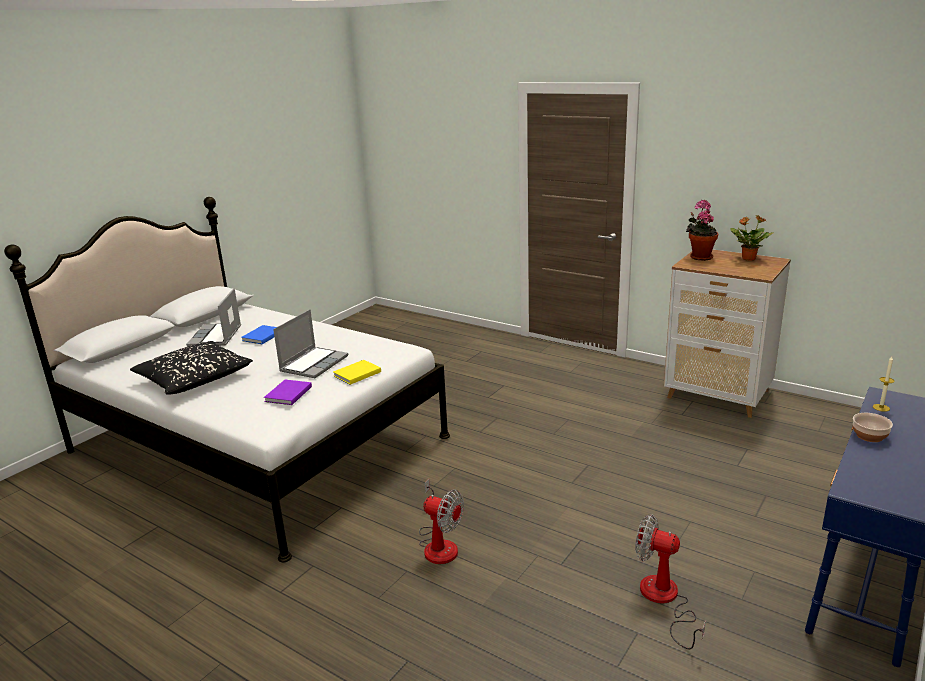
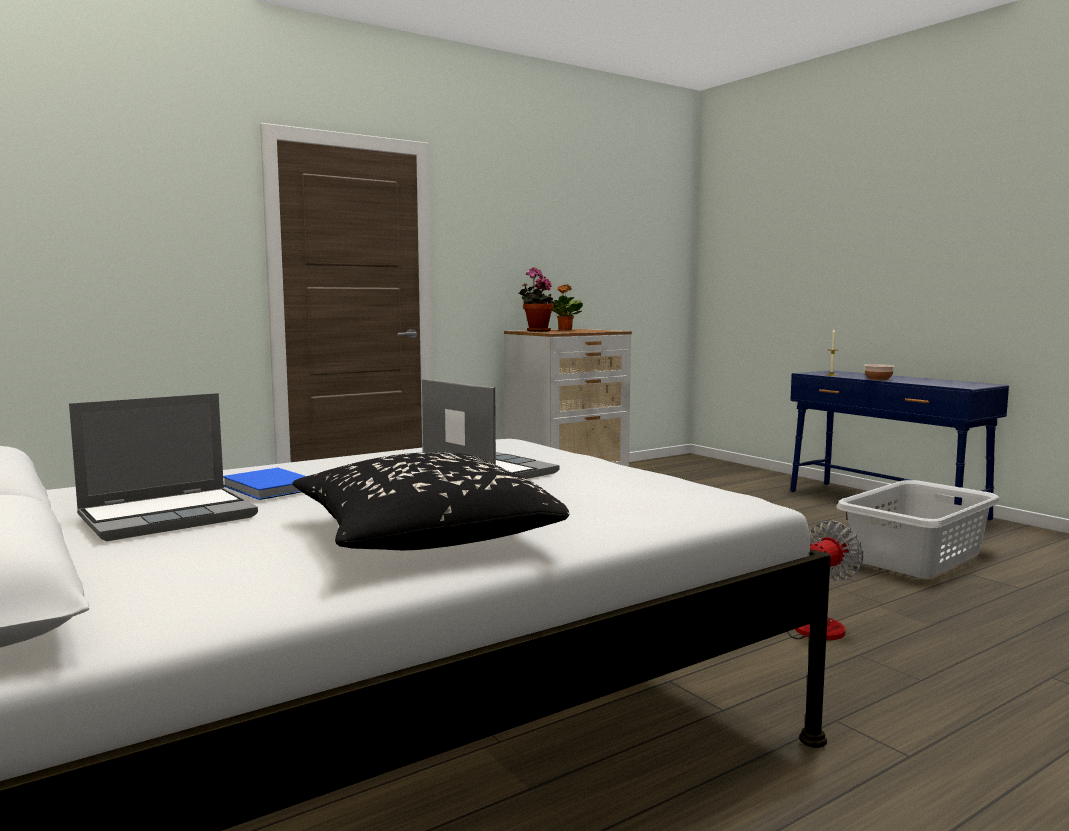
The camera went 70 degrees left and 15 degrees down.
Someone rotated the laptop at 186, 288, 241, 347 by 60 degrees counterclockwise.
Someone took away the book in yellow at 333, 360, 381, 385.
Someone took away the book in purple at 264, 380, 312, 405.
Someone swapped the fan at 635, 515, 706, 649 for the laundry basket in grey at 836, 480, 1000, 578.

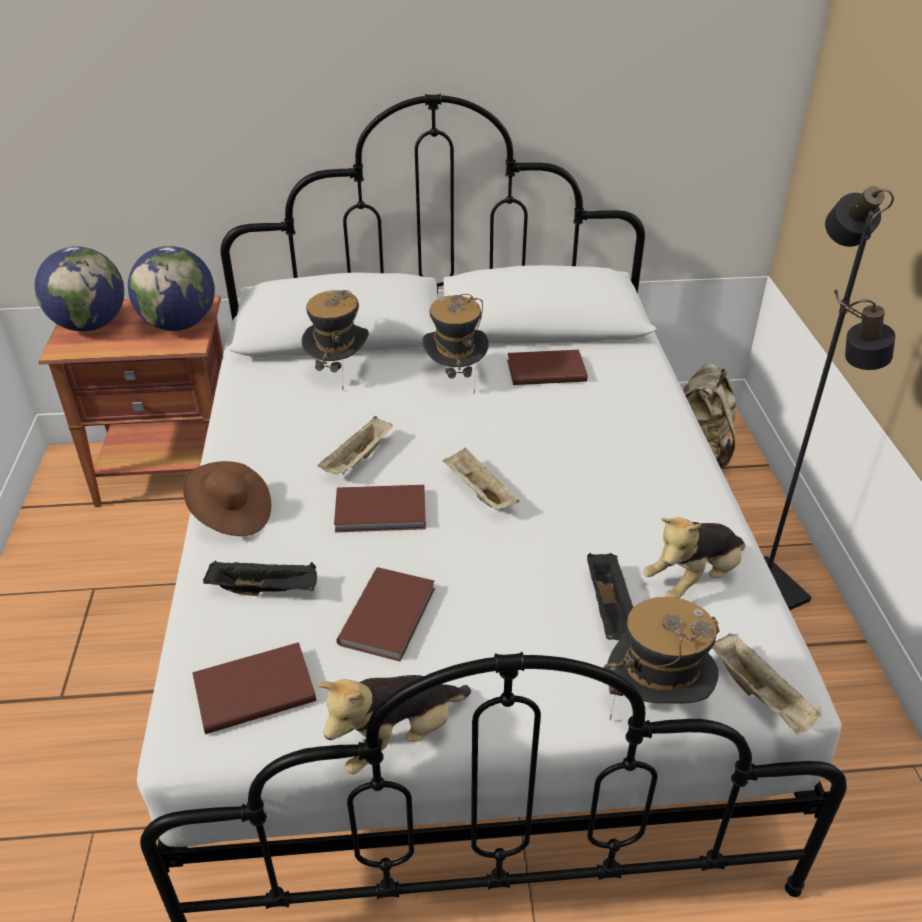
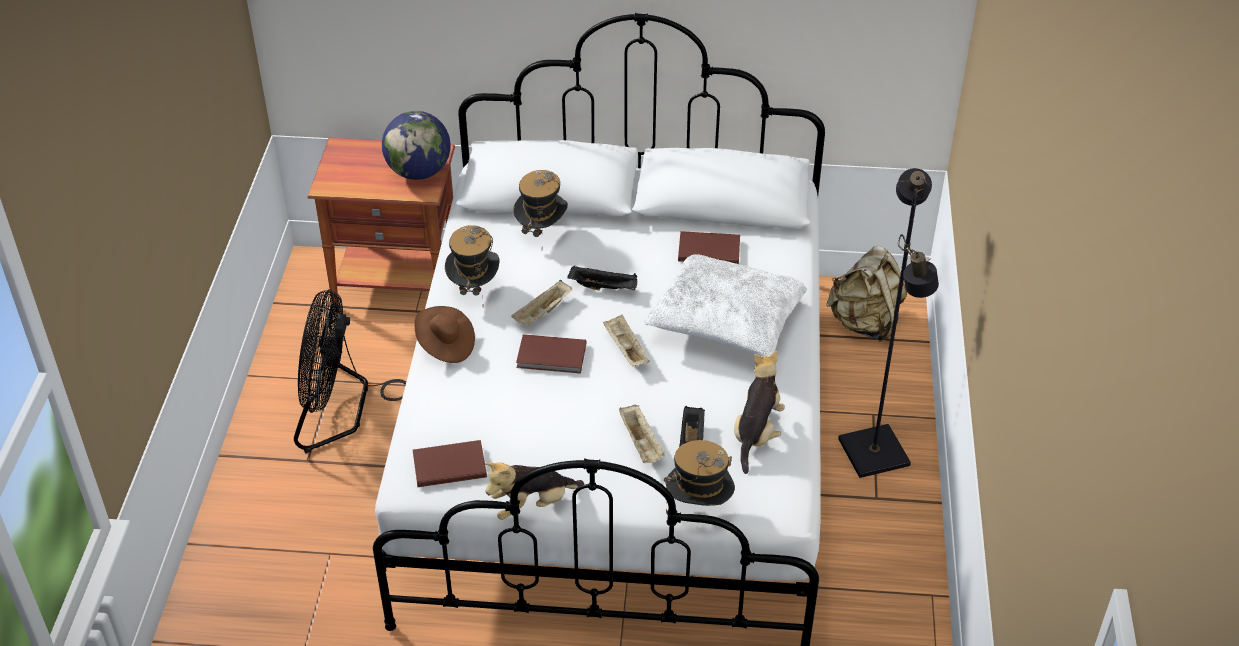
The camera went 10 degrees right and 5 degrees up.
Someone took away the globe at 34, 246, 124, 331.
Someone carried the hat from 422, 294, 489, 393 to 445, 225, 500, 296.
Someone rotated the plush toy at 643, 517, 745, 598 by 135 degrees clockwise.
Someone carried the tray in black from 203, 560, 317, 596 to 567, 266, 638, 290.
Someone took away the book in brown at 336, 567, 435, 662.
Someone carried the tray in beige from 712, 633, 821, 734 to 619, 404, 664, 463.
Someone put down the pillow in white at 644, 254, 807, 356.
Someone put down the fan in black at 294, 289, 406, 454.

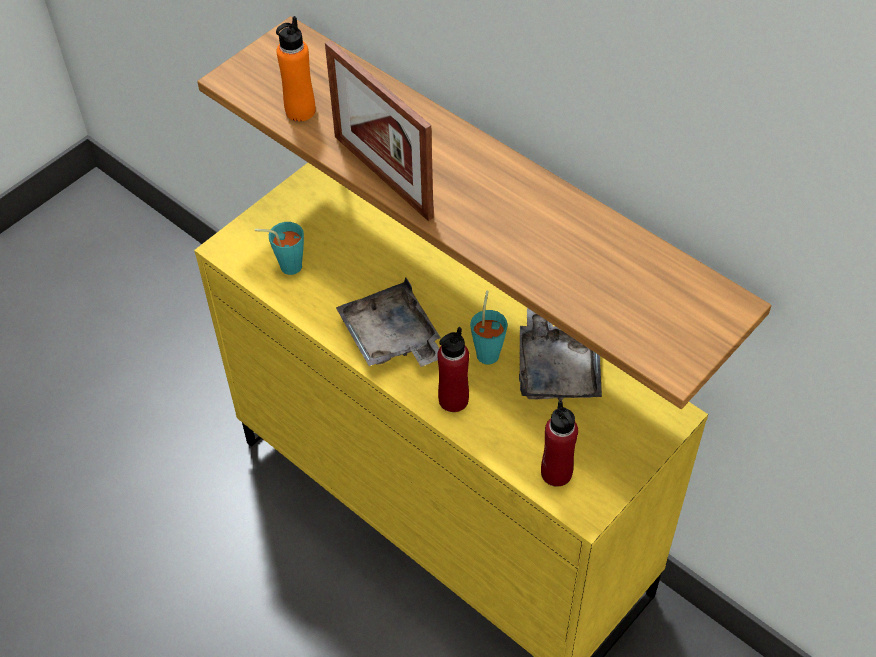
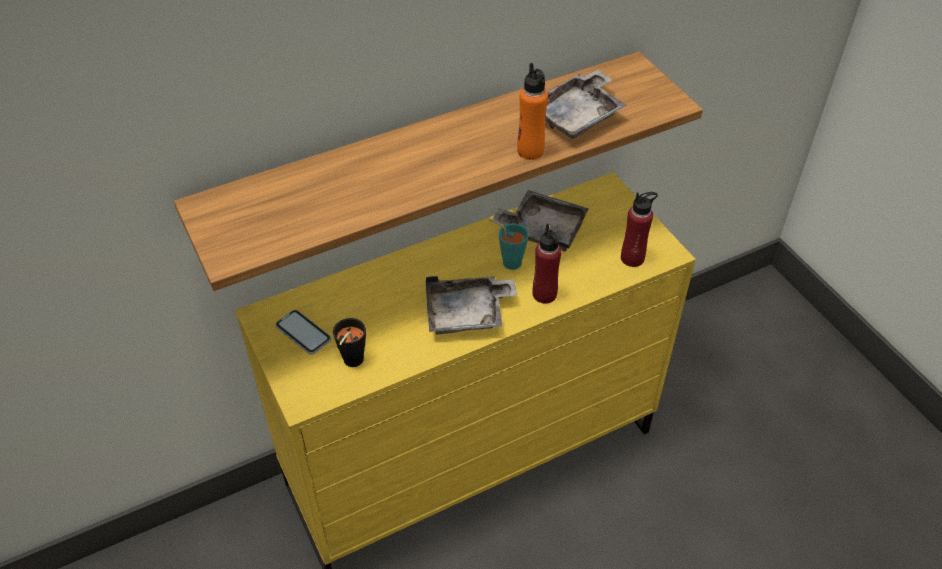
The camera went 70 degrees left and 5 degrees down.
Someone carried the bottle in orange from 276, 16, 315, 121 to 517, 63, 548, 160.
Someone took away the picture frame at 325, 40, 434, 221.
Someone repainted the cup in turquoise at 255, 222, 304, 275, which became the cup in black at 333, 318, 366, 367.
Someone put down the tray in grey at 545, 70, 627, 139.
Someone put down the phone at 275, 310, 331, 355.

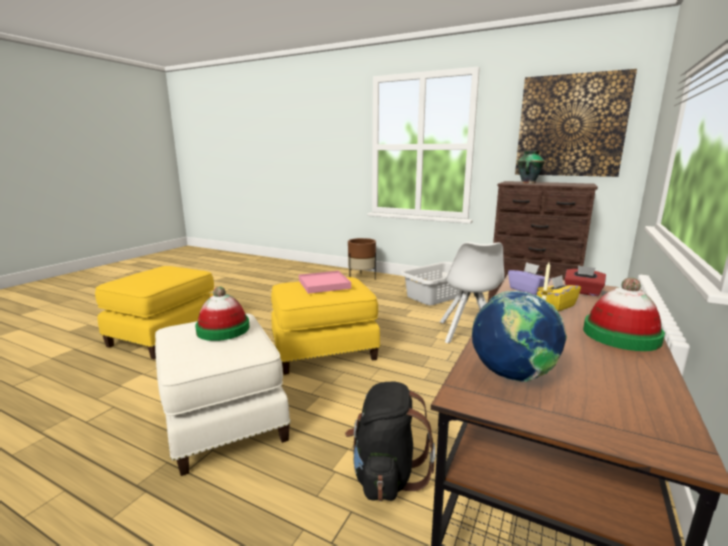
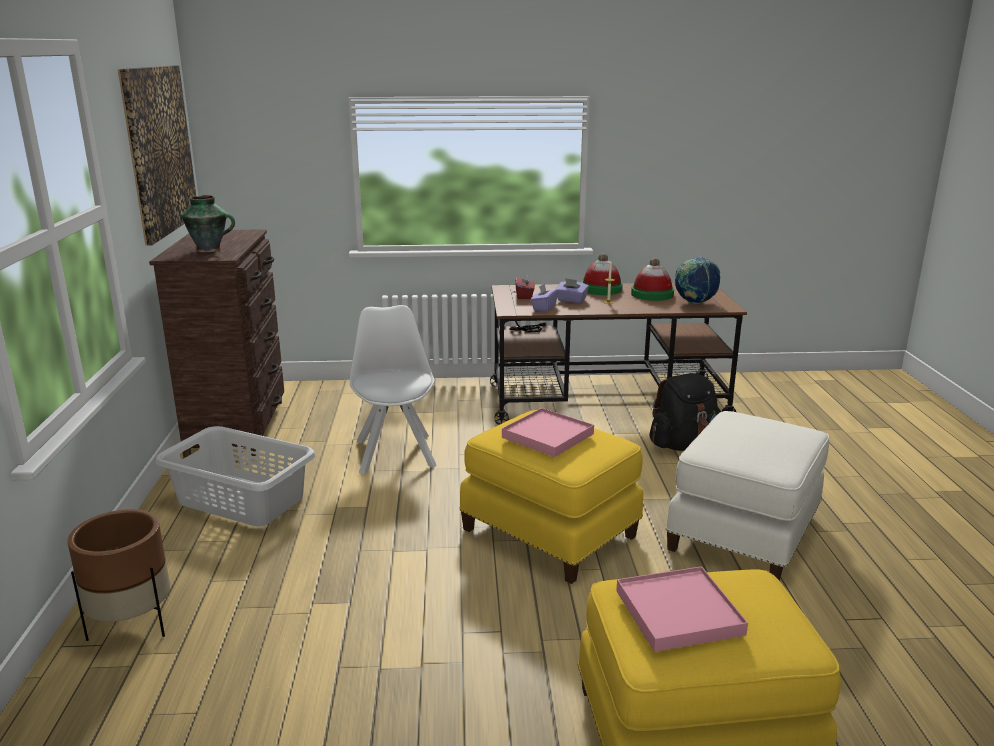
The camera went 120 degrees left and 5 degrees up.
Someone rotated the chair in white at 440, 242, 505, 343 by 75 degrees counterclockwise.
Someone repainted the tissue box in yellow at 537, 275, 581, 312, which became the tissue box in purple at 556, 278, 589, 303.
Someone carried the hat from 195, 287, 249, 341 to 631, 258, 674, 301.
Someone put down the tray in pink at 616, 566, 748, 652.

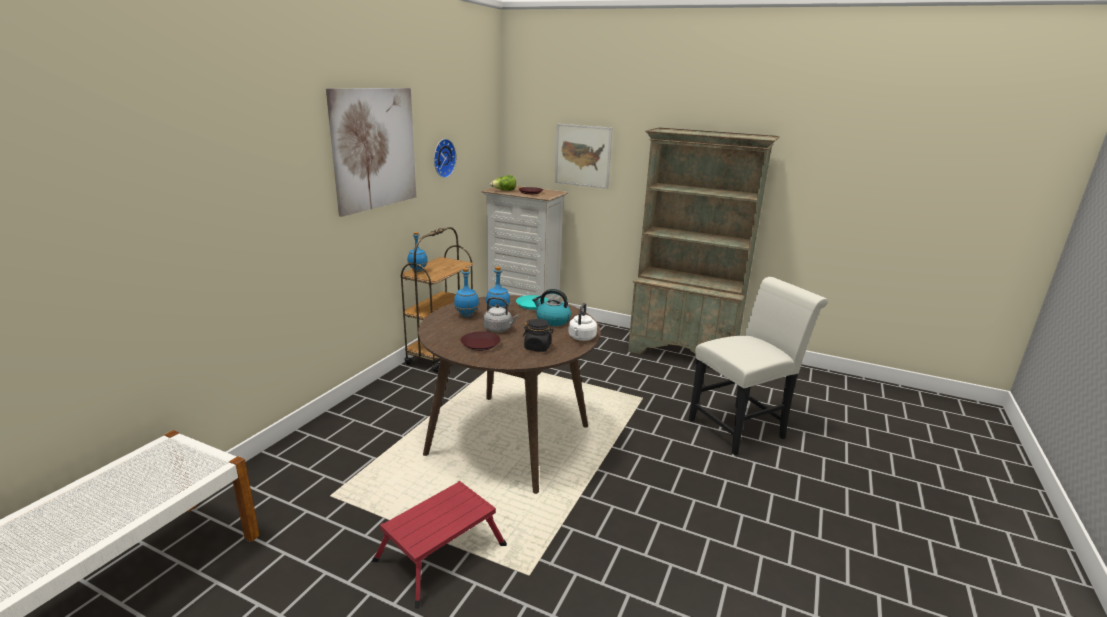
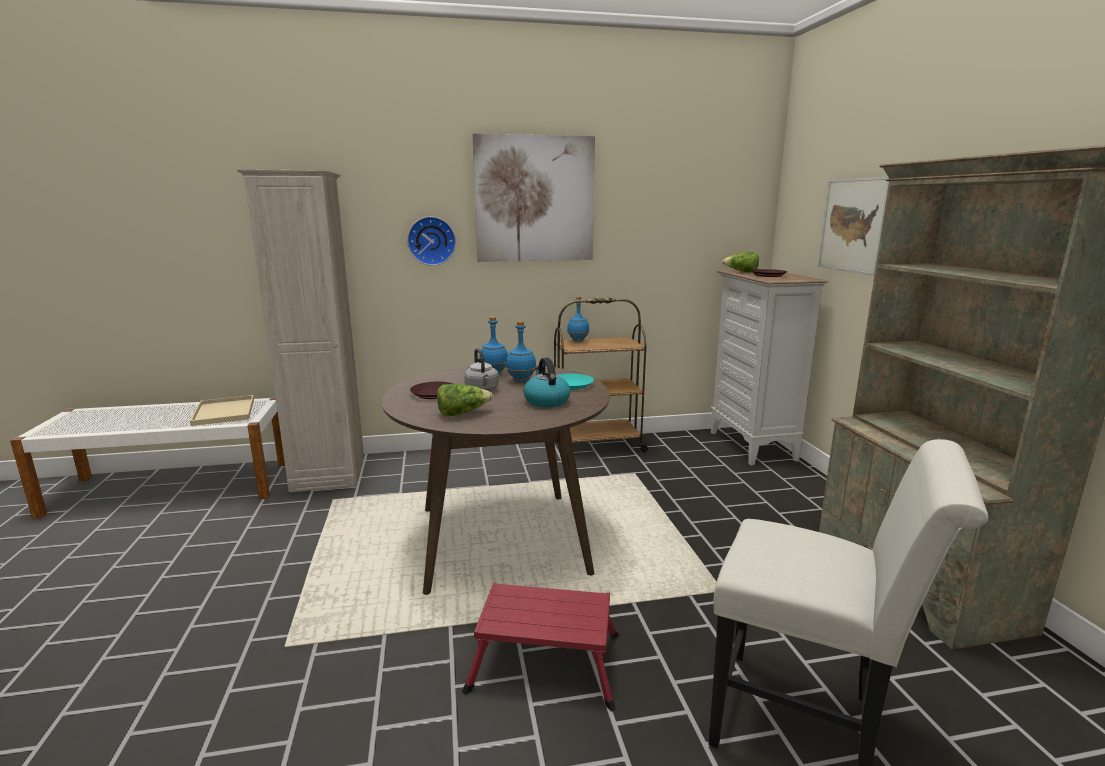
The camera went 55 degrees right and 5 degrees down.
Someone carried the wall clock from 434, 139, 456, 178 to 407, 216, 456, 266.
Someone took away the kettle in white at 568, 303, 597, 341.
Someone swapped the jar in black at 523, 319, 554, 352 for the lettuce at 437, 384, 493, 416.
Someone carried the step ladder in red from 371, 481, 507, 608 to 462, 583, 619, 712.
Someone put down the cabinet in beige at 237, 169, 363, 492.
Someone put down the tray in beige at 190, 395, 254, 426.

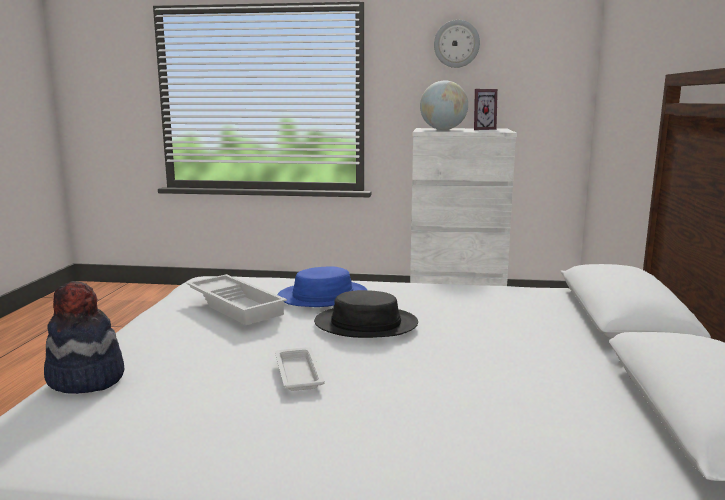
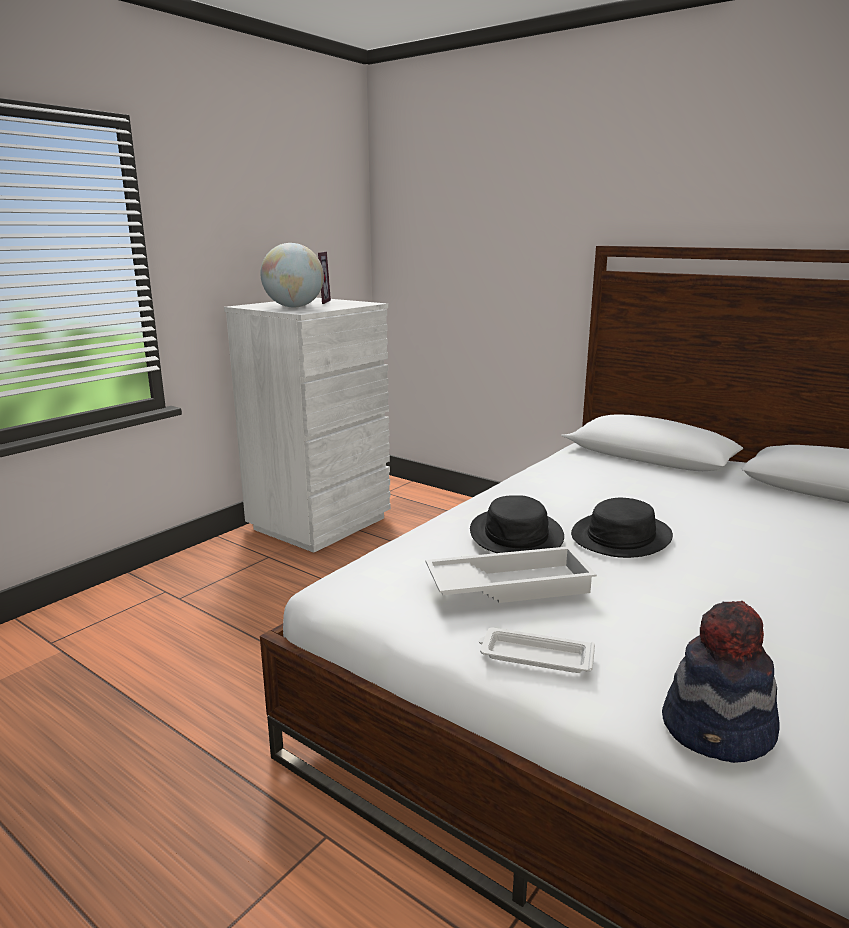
The camera went 60 degrees left and 5 degrees up.
Someone took away the wall clock at 434, 20, 480, 68.
Someone repainted the hat in blue at 278, 266, 367, 307, which became the hat in black at 470, 495, 564, 553.
Someone carried the tray in white from 275, 347, 325, 391 to 479, 628, 595, 673.

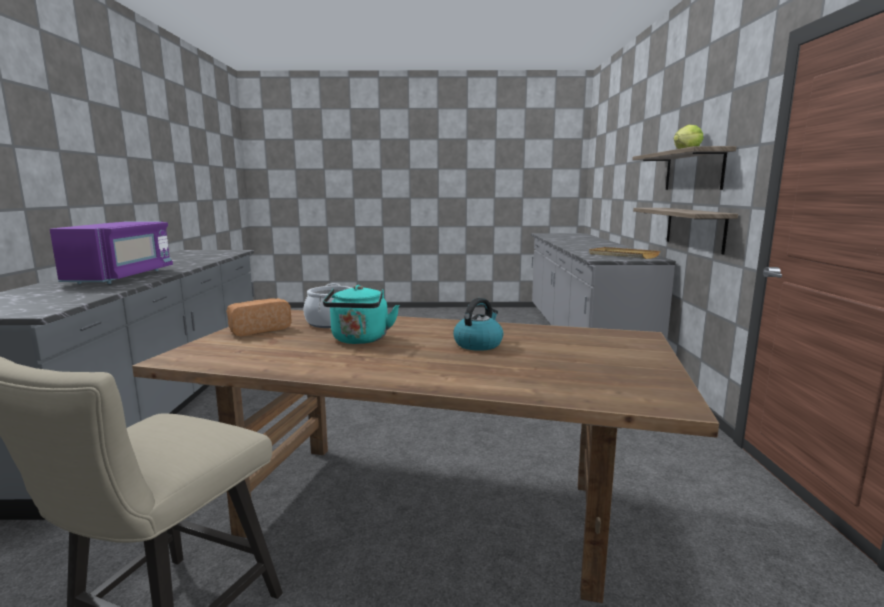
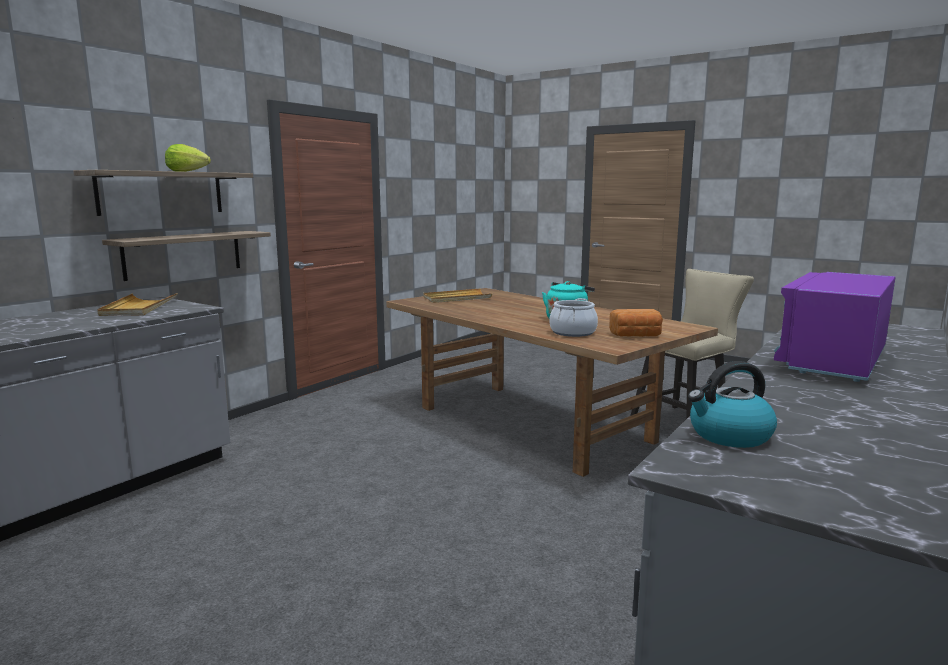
The camera went 145 degrees left and 0 degrees up.
Someone carried the kettle from 453, 298, 503, 351 to 688, 361, 777, 448.
Someone put down the tray in beige at 423, 288, 492, 303.

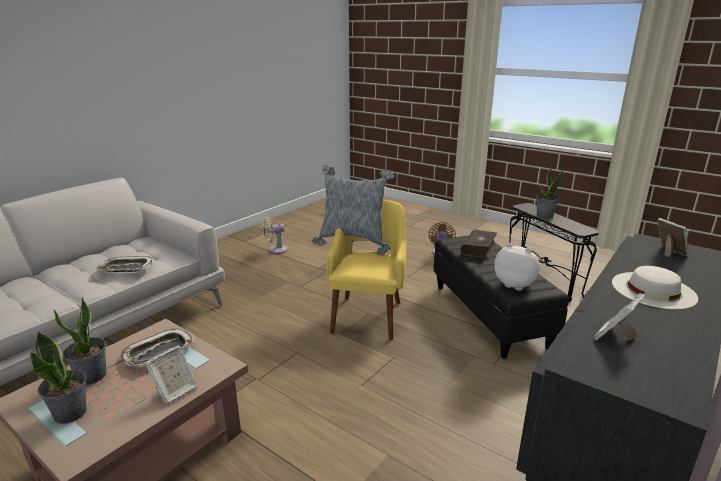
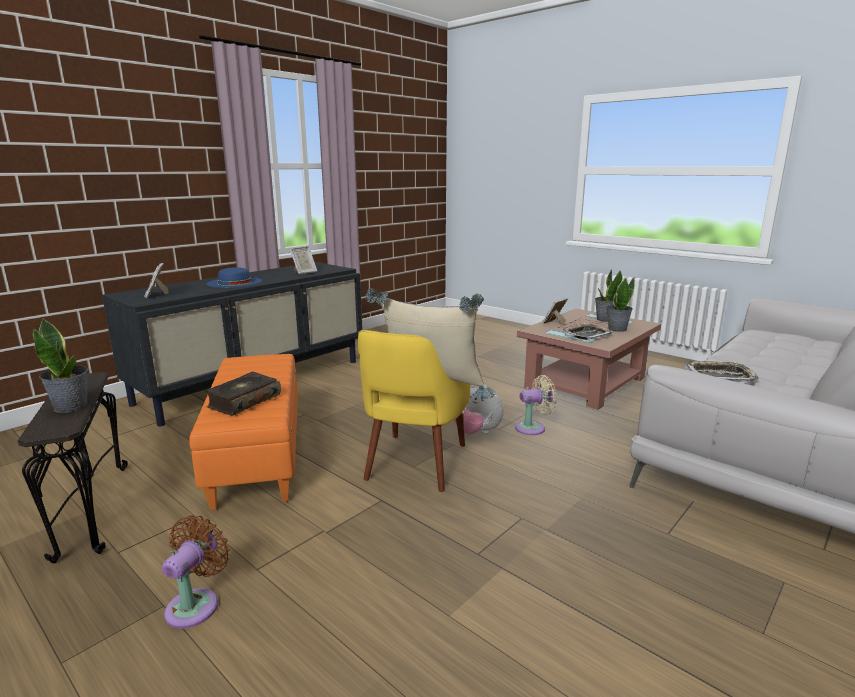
The camera went 175 degrees left and 5 degrees down.
Someone carried the fan in beige from 263, 217, 288, 254 to 515, 375, 557, 435.
Someone repainted the ottoman in black at 433, 236, 569, 359, which became the ottoman in orange at 189, 354, 298, 510.
Someone carried the plush toy from 494, 243, 541, 291 to 454, 385, 503, 435.
Someone repainted the hat in white at 612, 266, 698, 309, which became the hat in blue at 207, 267, 262, 288.

